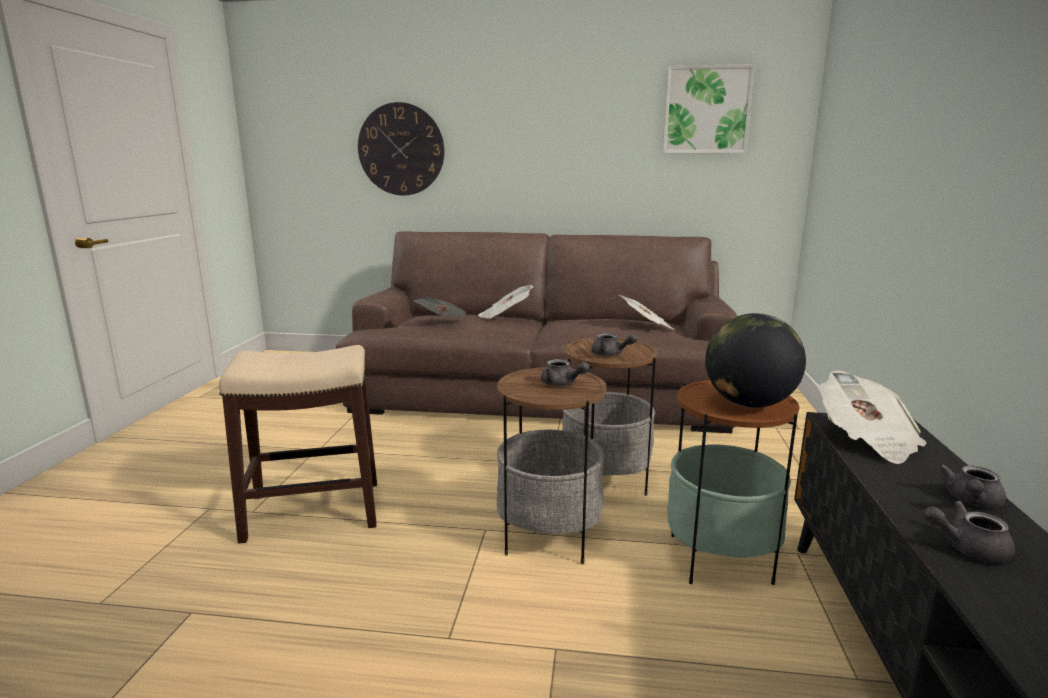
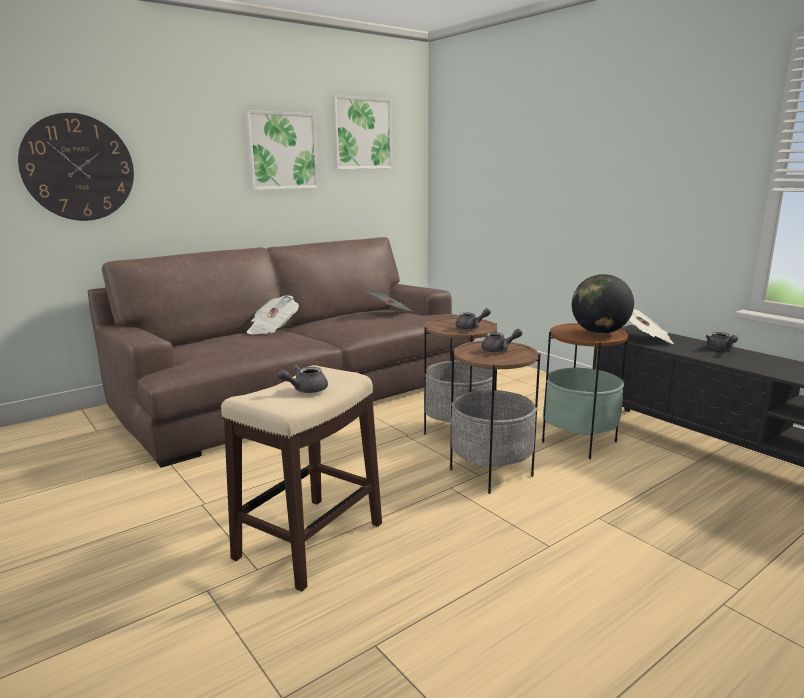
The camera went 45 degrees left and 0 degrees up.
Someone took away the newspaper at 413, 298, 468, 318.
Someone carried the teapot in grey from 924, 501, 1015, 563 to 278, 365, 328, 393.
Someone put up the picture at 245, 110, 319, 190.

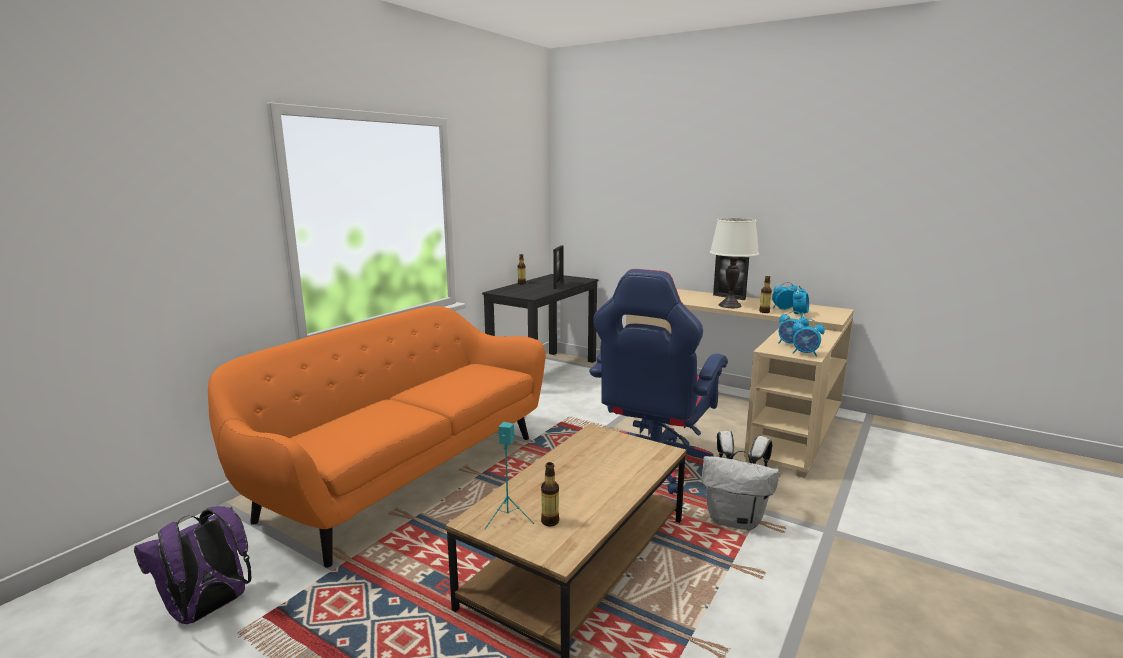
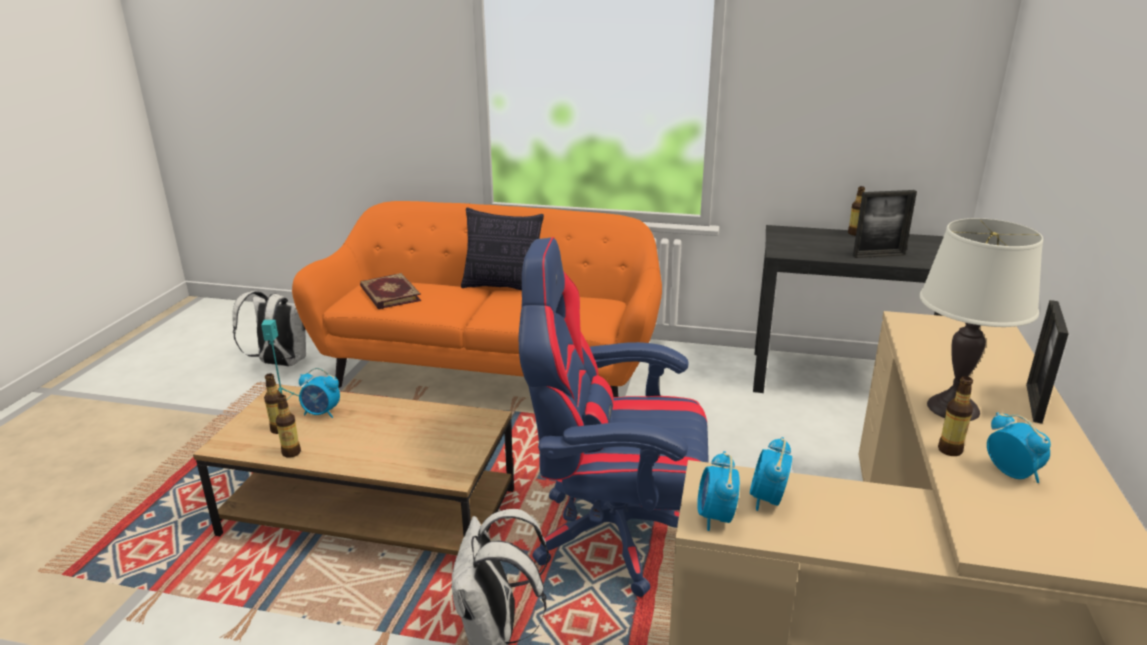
The camera went 70 degrees right and 10 degrees up.
Someone carried the alarm clock from 792, 285, 809, 317 to 299, 368, 340, 418.
Someone repainted the backpack in purple at 134, 506, 251, 624, which became the backpack in white at 232, 291, 306, 366.
Someone put down the pillow at 461, 207, 544, 290.
Someone put down the book at 360, 273, 421, 309.
Someone put down the bottle at 276, 395, 301, 458.

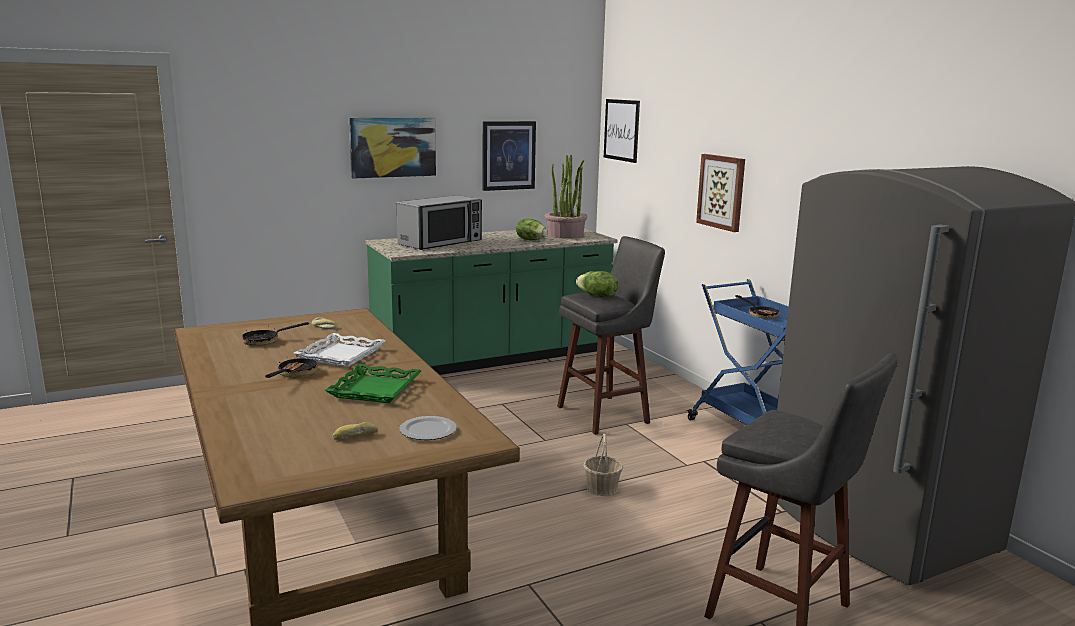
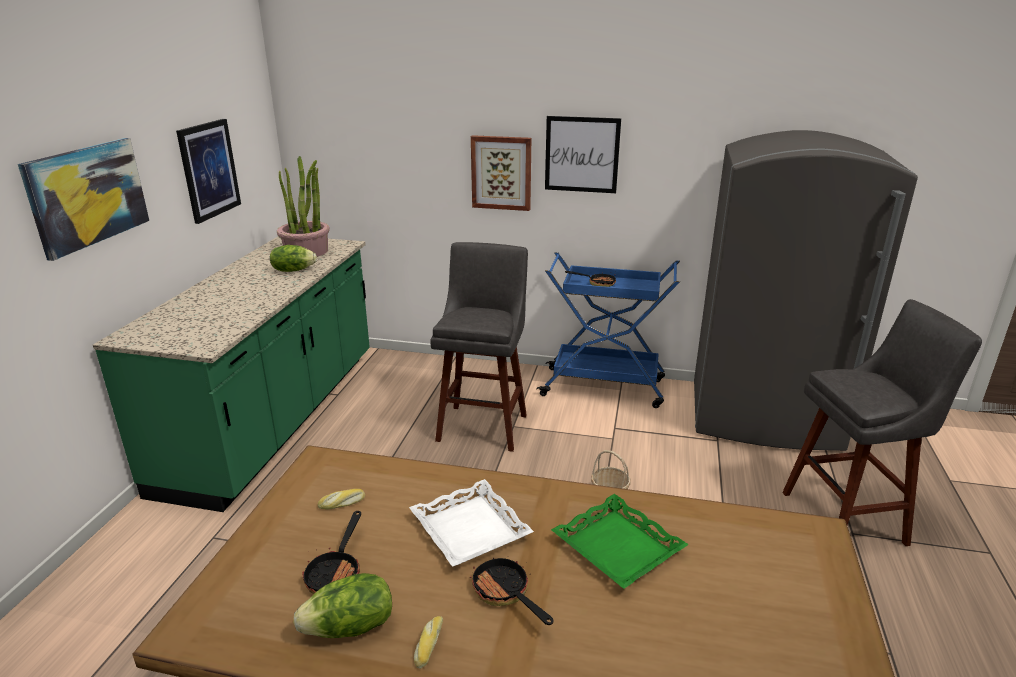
The camera went 50 degrees left and 10 degrees up.
Someone carried the picture from 604, 99, 640, 163 to 545, 116, 621, 193.
Someone took away the microwave at 397, 195, 482, 250.
Someone carried the lettuce from 576, 271, 618, 297 to 293, 573, 392, 638.
Someone took away the plate at 400, 416, 457, 440.
Someone carried the bread from 332, 422, 378, 440 to 414, 616, 443, 668.

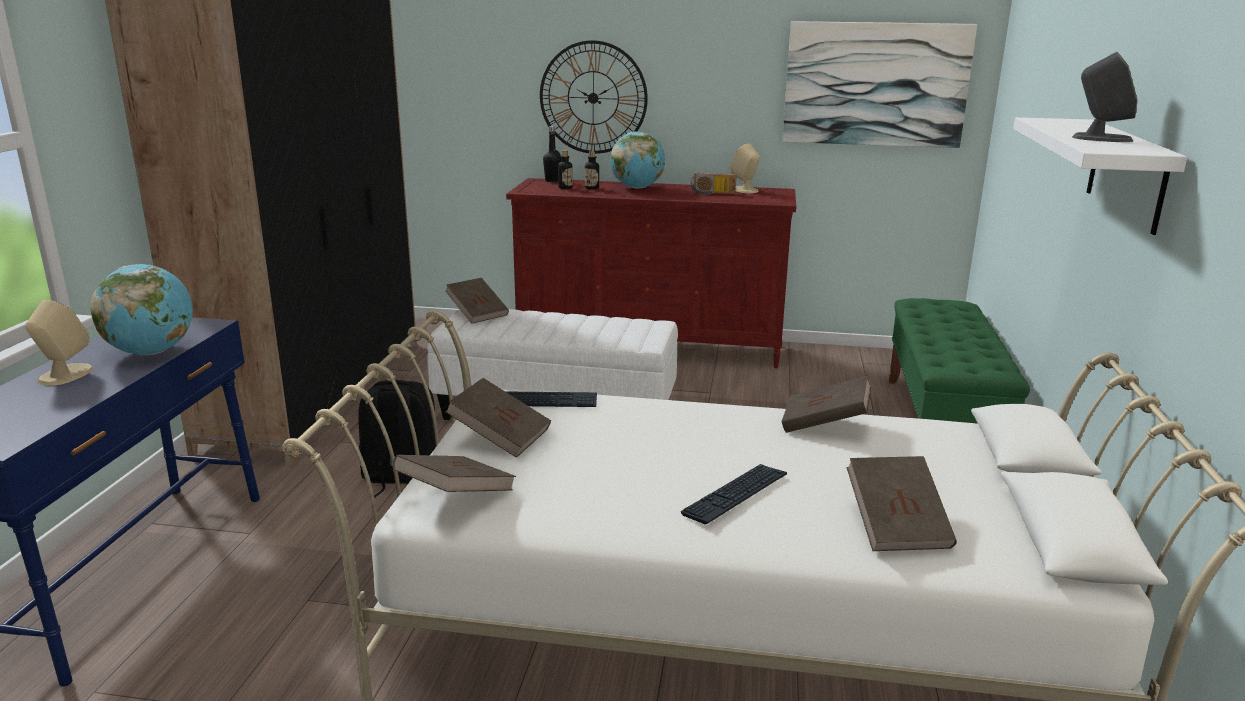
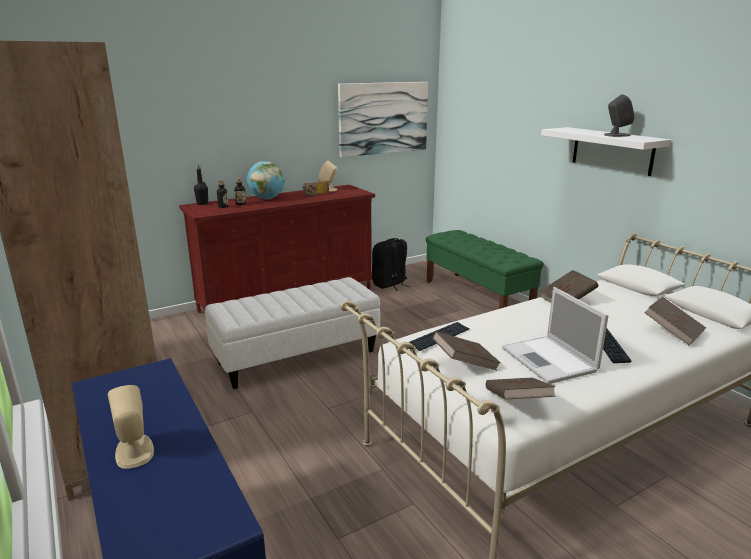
The camera went 40 degrees left and 0 degrees up.
Someone took away the wall clock at 540, 40, 648, 154.
Someone took away the globe at 90, 264, 193, 355.
Someone took away the book in brown at 446, 278, 509, 324.
Someone carried the backpack in black from 358, 380, 436, 498 to 372, 238, 410, 291.
Someone put down the laptop at 502, 287, 608, 384.

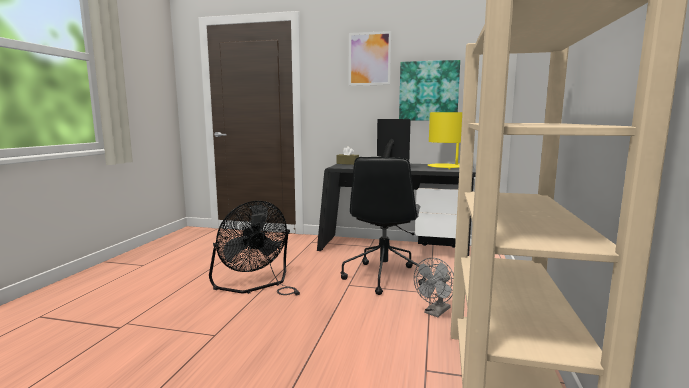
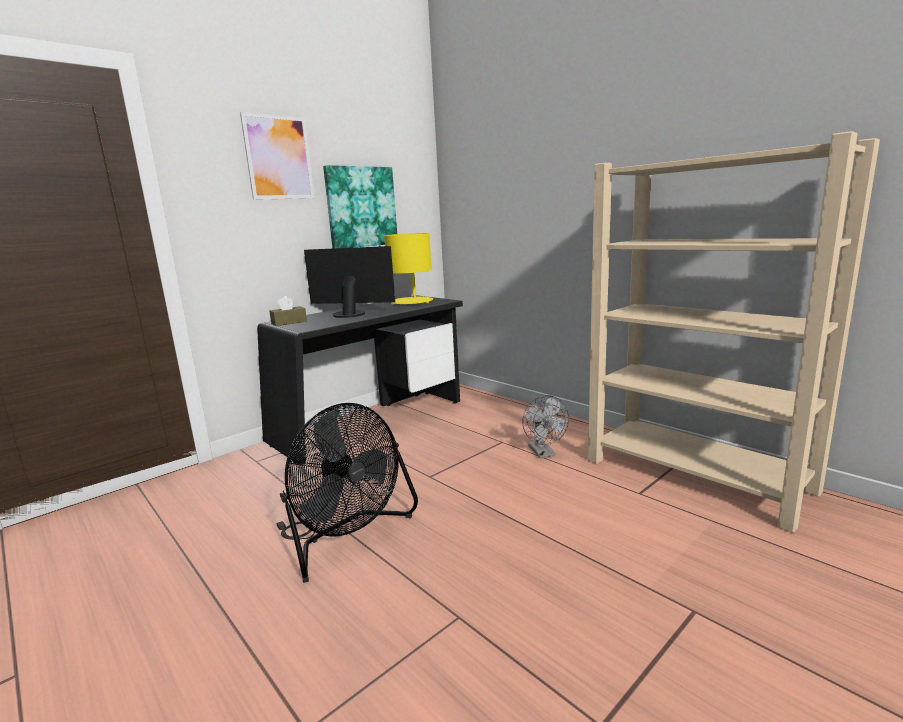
The camera went 55 degrees left and 5 degrees up.
Someone took away the office chair in black at 341, 157, 426, 295.
Someone rotated the fan in black at 209, 201, 300, 295 by 135 degrees counterclockwise.

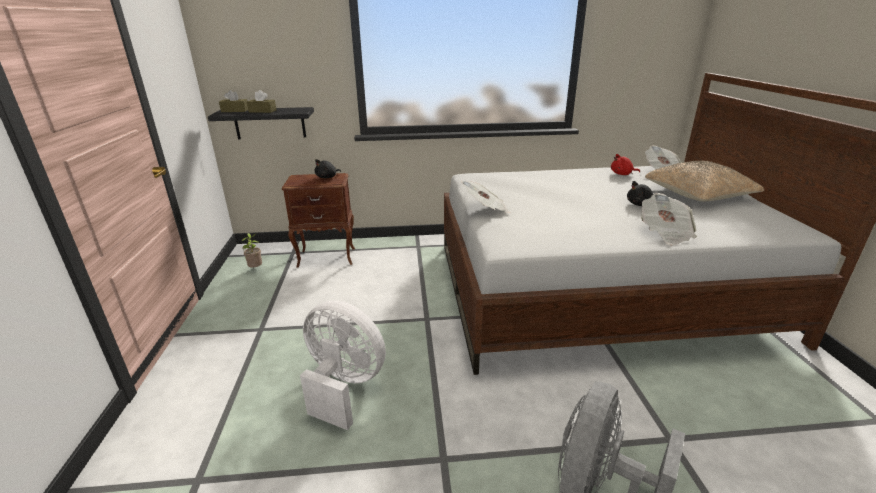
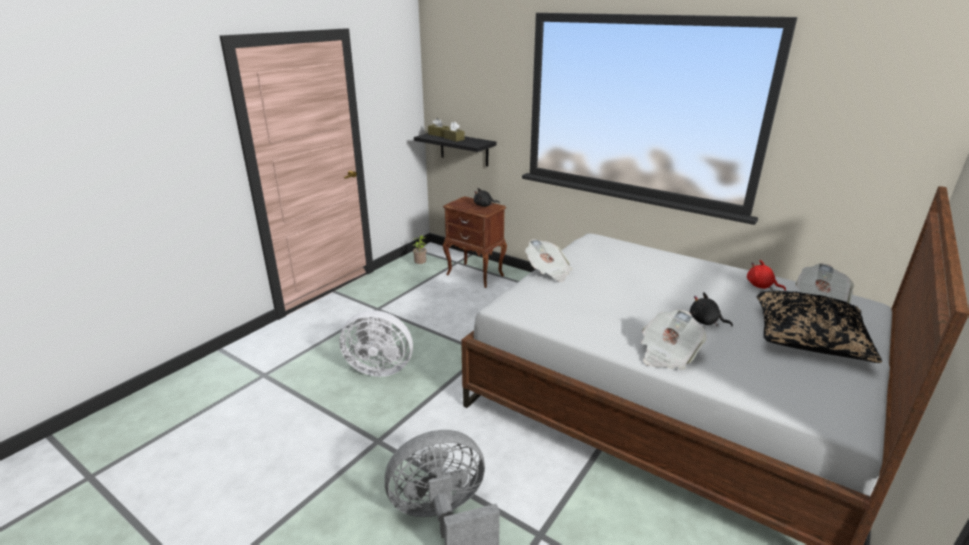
The camera went 40 degrees right and 0 degrees up.
Someone repainted the pillow in beige at 645, 161, 765, 201, which became the pillow in black at 757, 291, 882, 363.
Someone rotated the fan in white at 300, 300, 386, 430 by 120 degrees clockwise.

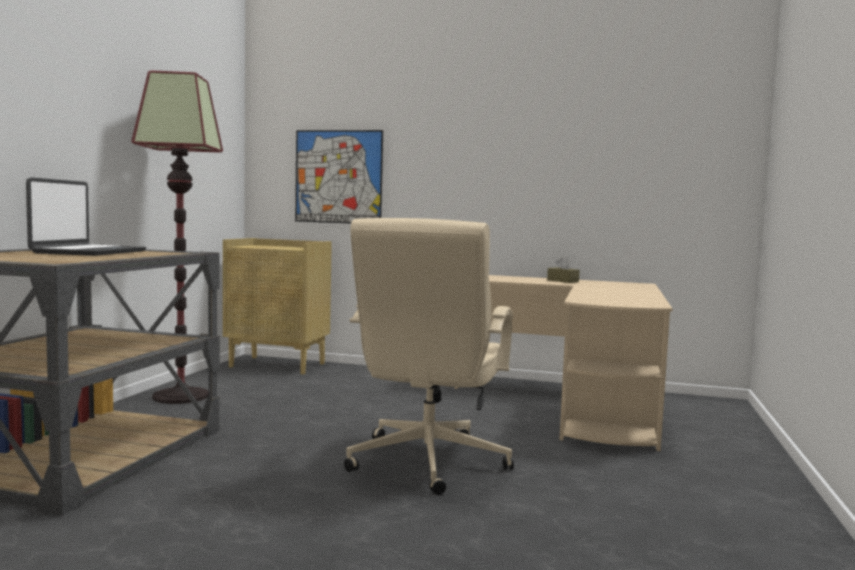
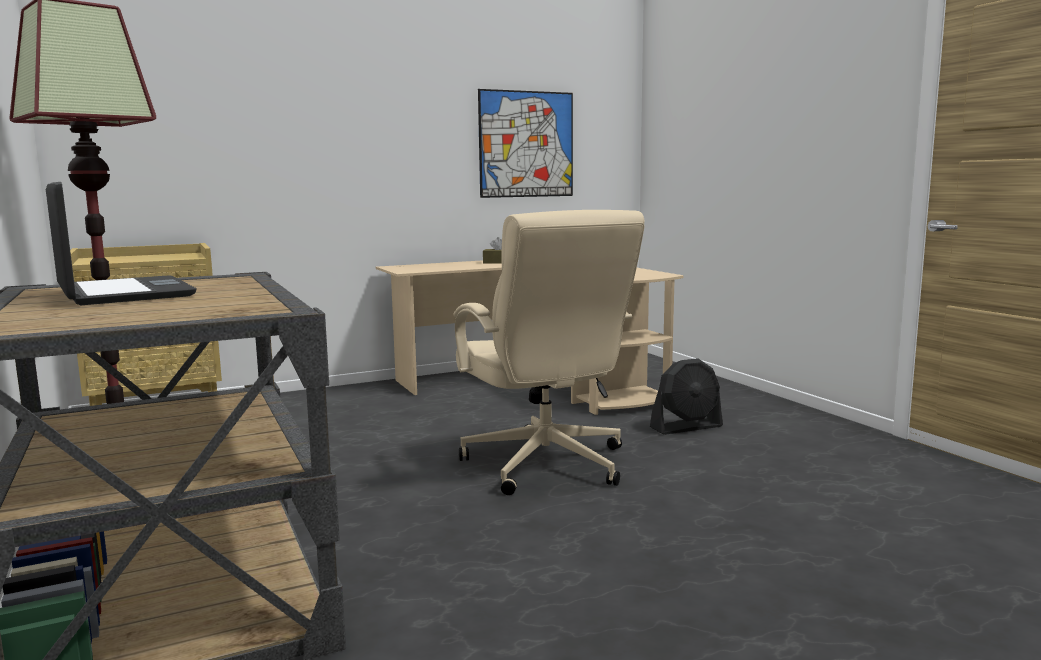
The camera went 40 degrees left and 5 degrees up.
Someone carried the picture from 295, 130, 383, 223 to 478, 89, 573, 198.
Someone put down the fan in black at 650, 358, 723, 435.

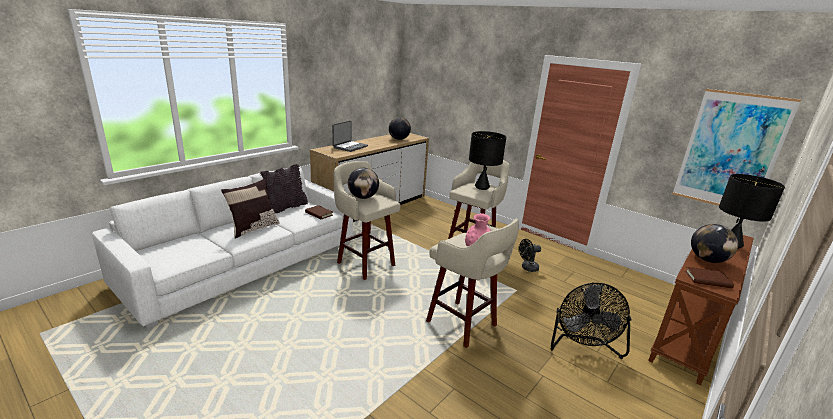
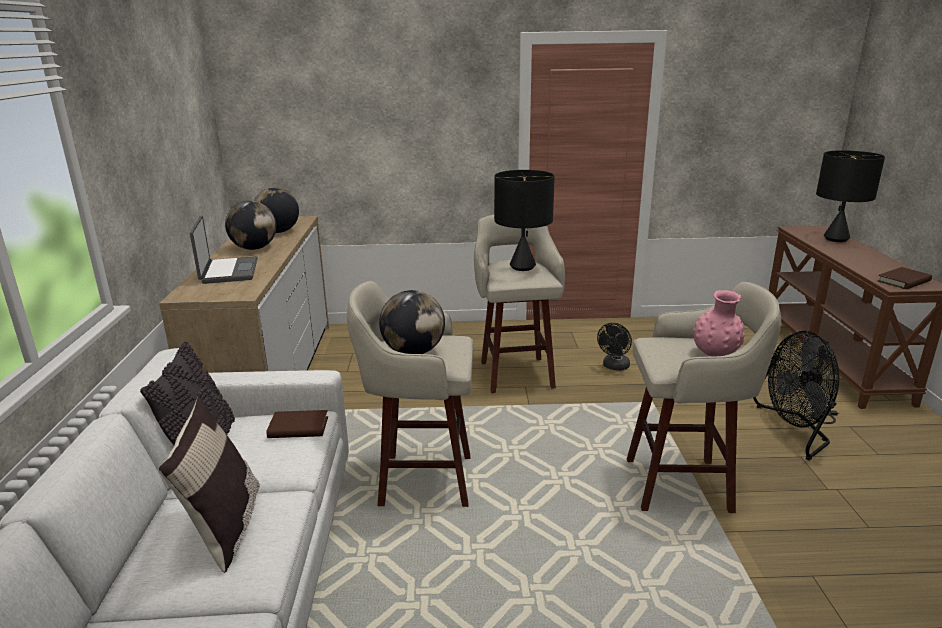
The camera went 40 degrees left and 0 degrees up.
Someone took away the picture at 672, 89, 801, 206.
Someone carried the globe from 691, 224, 738, 263 to 225, 201, 277, 250.
Someone rotated the fan in black at 550, 283, 632, 359 by 120 degrees clockwise.

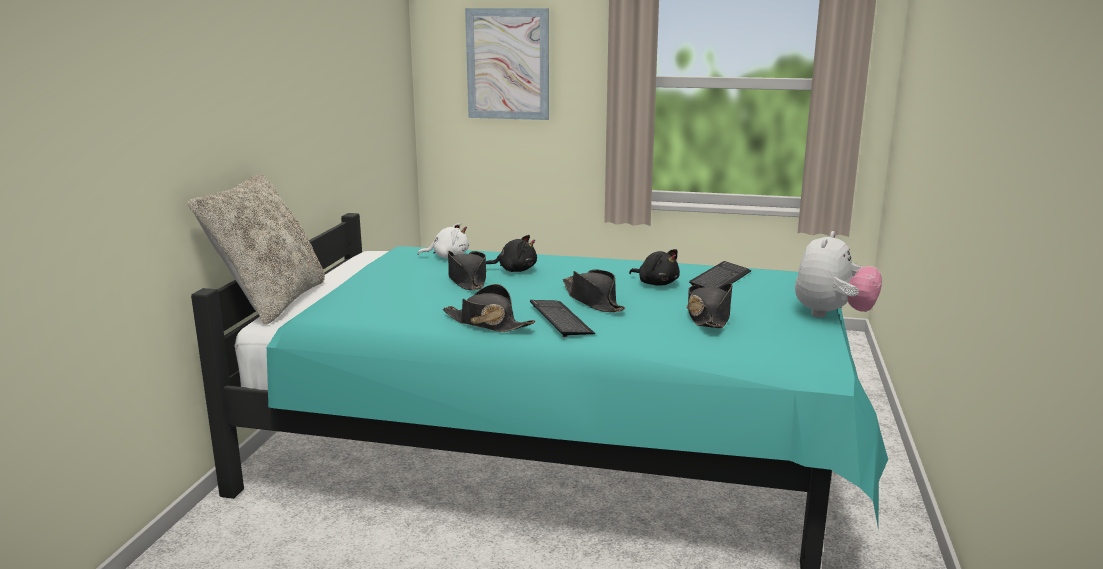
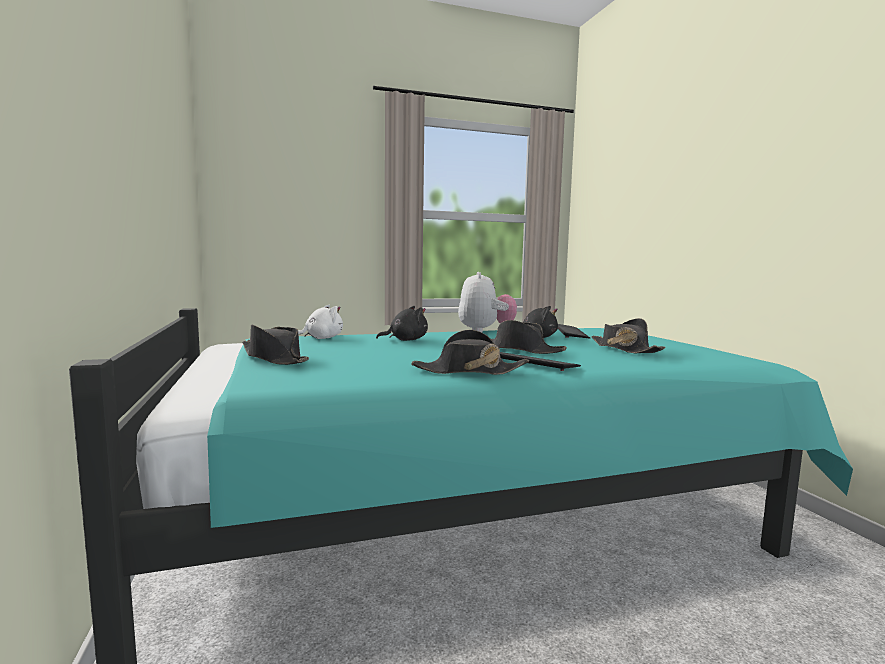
The camera went 30 degrees left and 10 degrees down.
Someone took away the picture at 465, 8, 549, 120.
Someone took away the pillow in beige at 187, 174, 325, 324.
Someone carried the plush toy from 795, 231, 882, 318 to 458, 272, 517, 332.
Someone carried the hat in black from 448, 251, 487, 290 to 242, 325, 309, 365.

